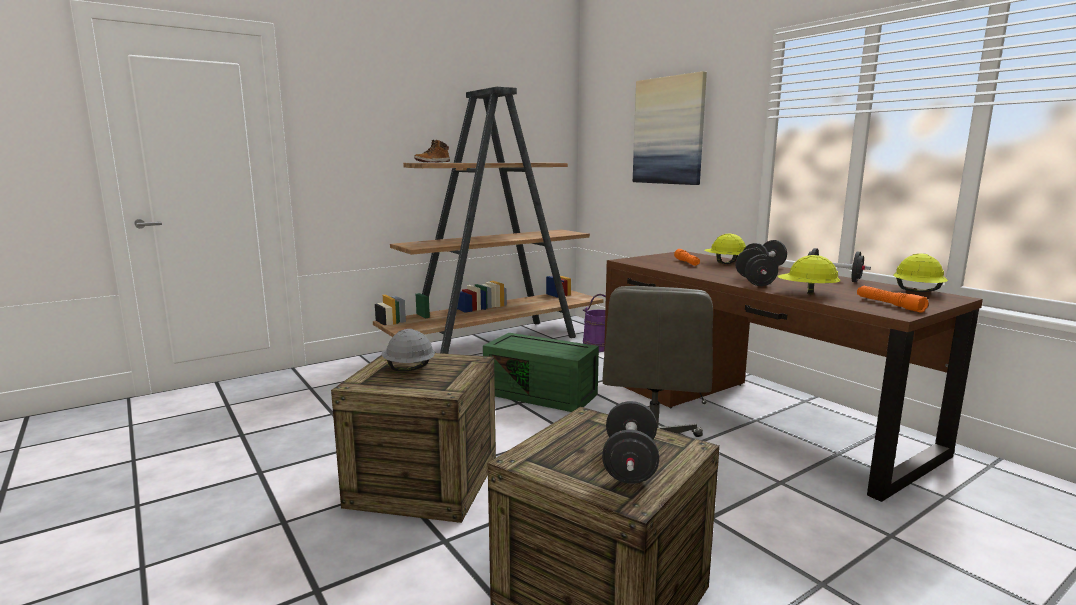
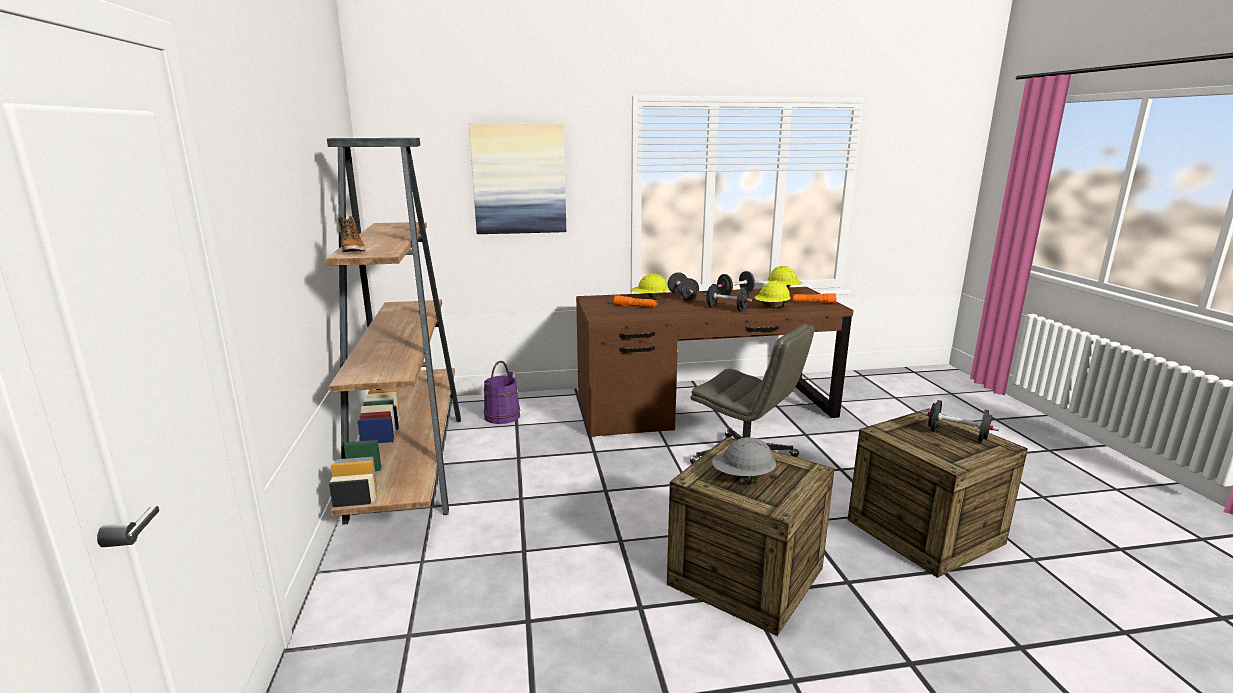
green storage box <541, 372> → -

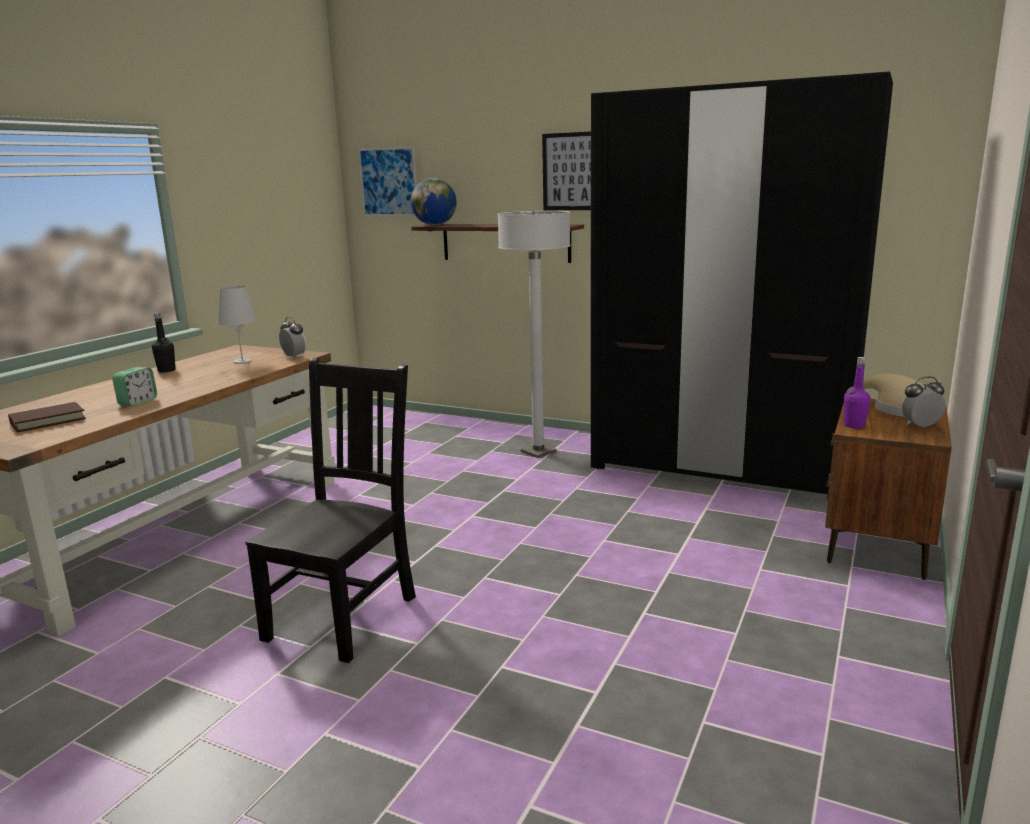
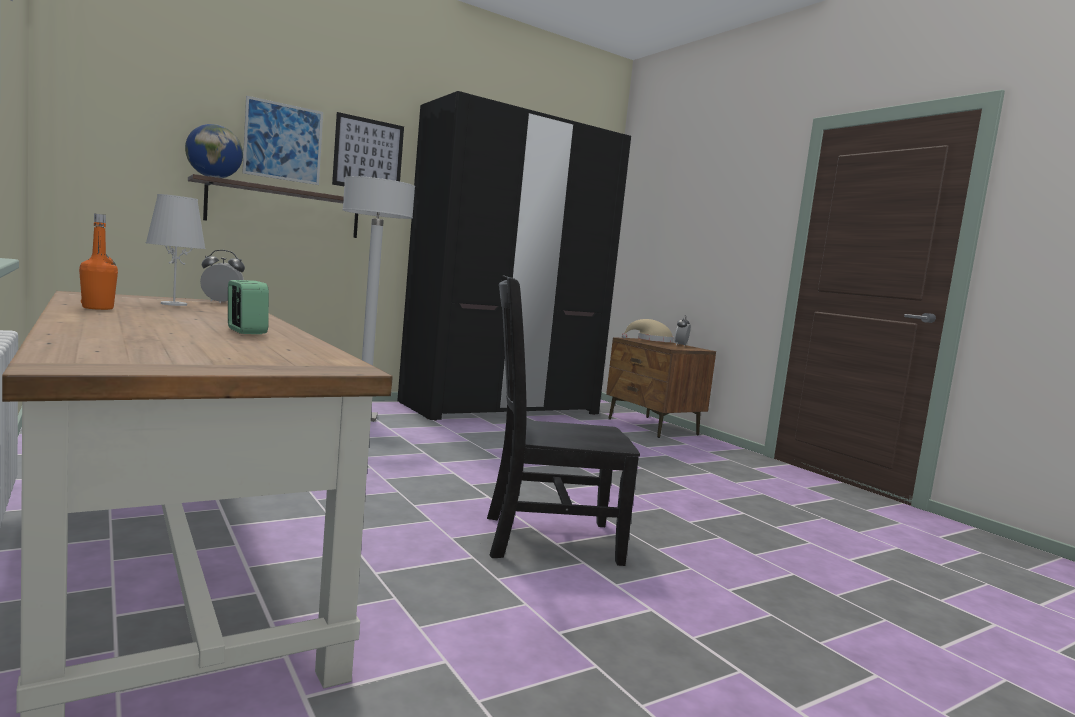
blackish drink bottle <164, 343> → orangey drink bottle <98, 262>
picture <387, 181> → picture <283, 140>, relocated
blackish upright chair <331, 510> → blackish upright chair <563, 421>, 60 degrees counterclockwise
brown book <47, 417> → -
purplish drink bottle <857, 392> → -

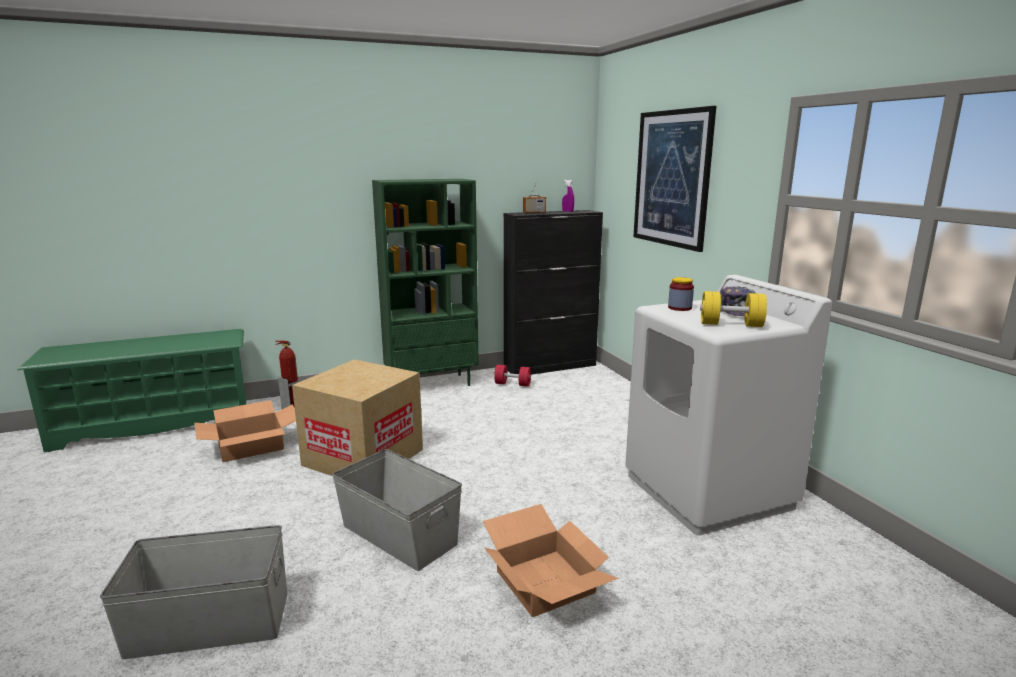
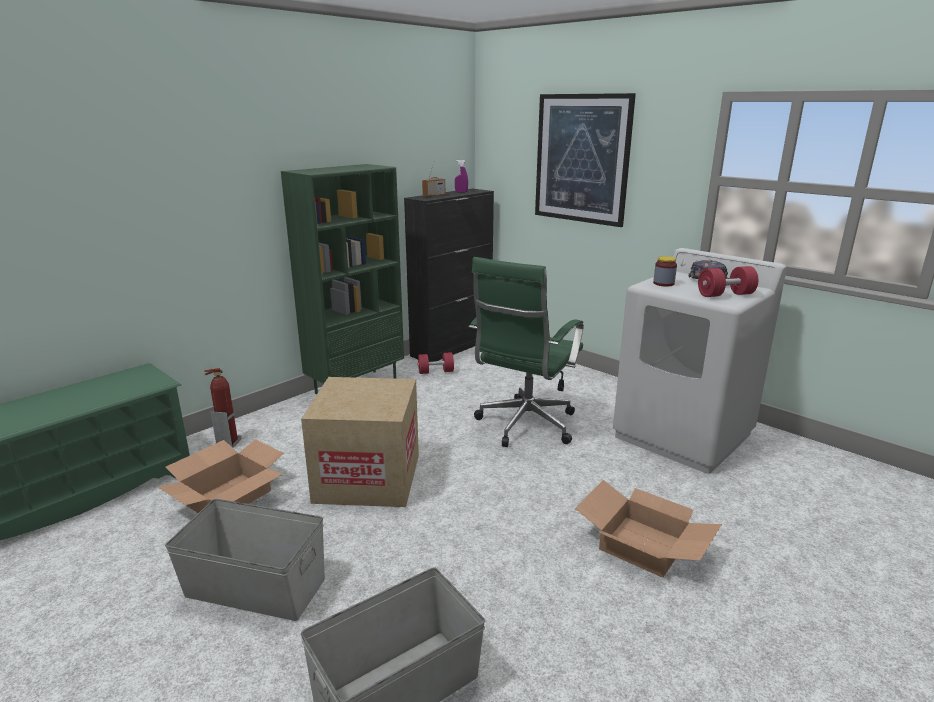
grey storage box <397, 510> → grey storage box <245, 560>, relocated
- → green computer chair <526, 352>
yellow dumbbell <733, 309> → red-coloured dumbbell <728, 281>

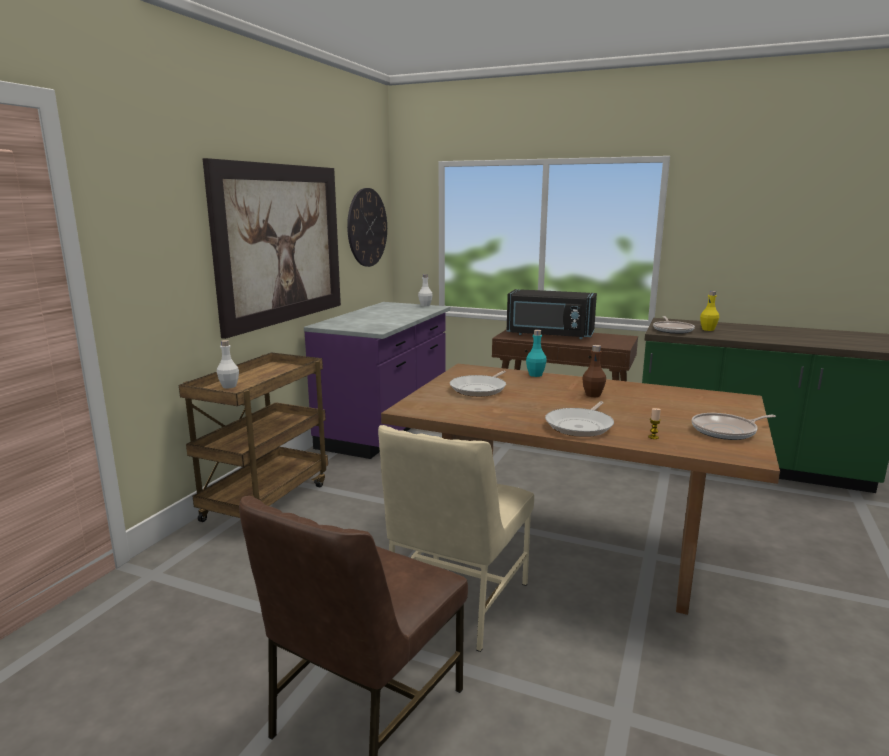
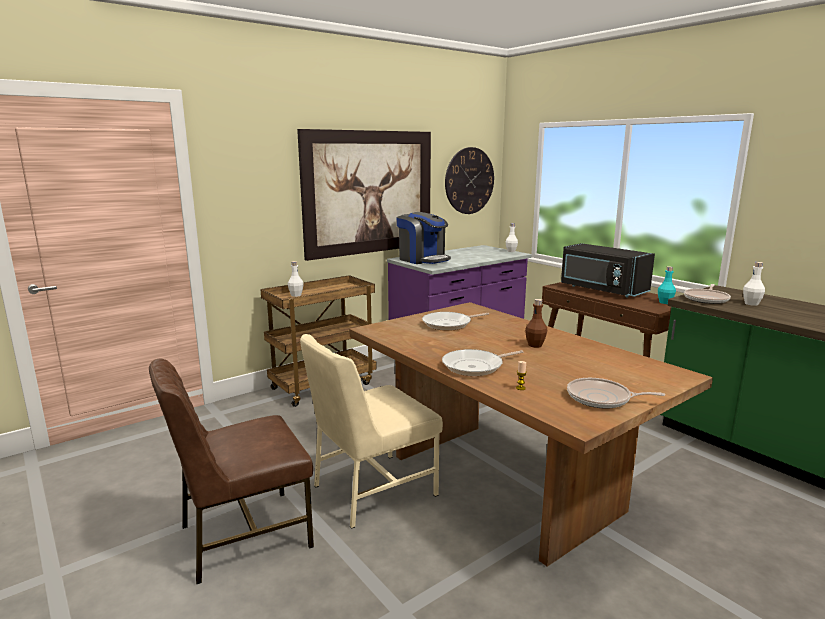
- → coffee brewer <423, 238>
blue-green drink bottle <536, 353> → blue-green drink bottle <667, 285>, relocated
yellow drink bottle <709, 311> → white drink bottle <754, 284>

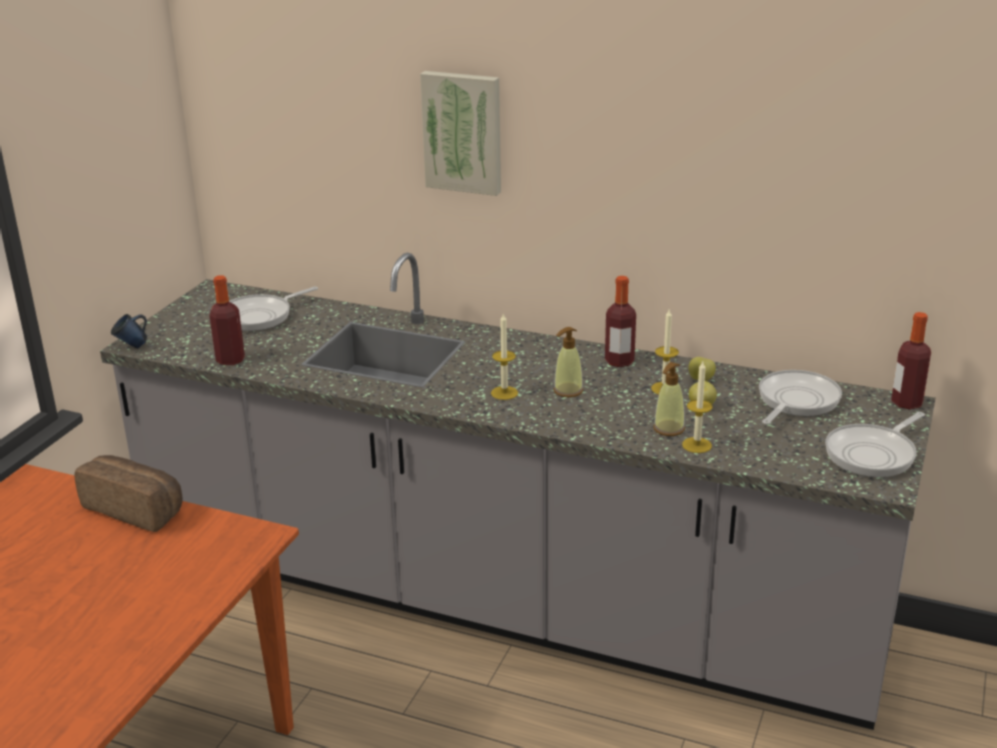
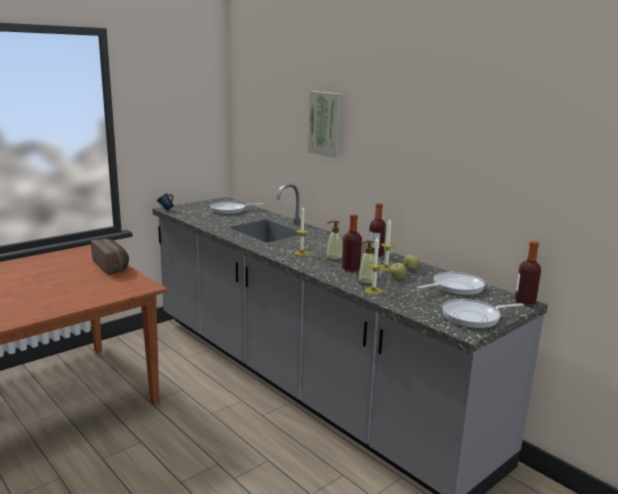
drink bottle <227, 320> → drink bottle <352, 243>, relocated

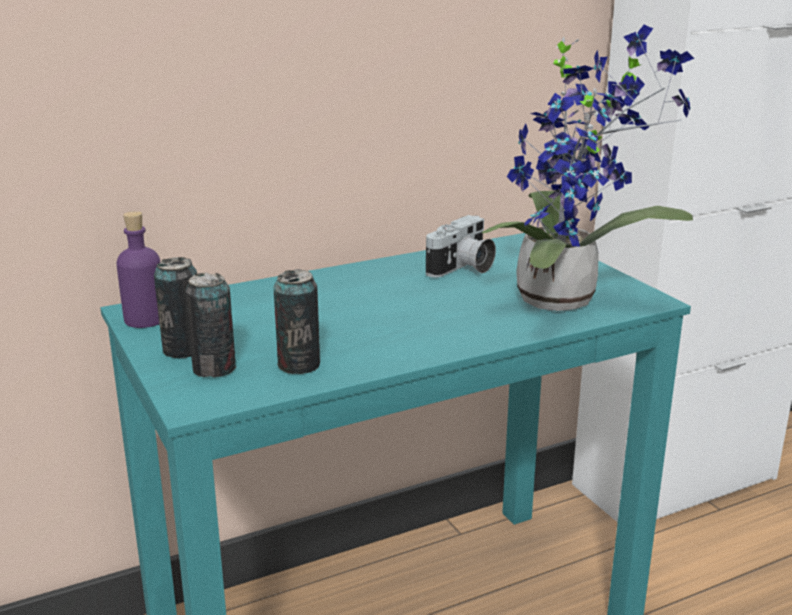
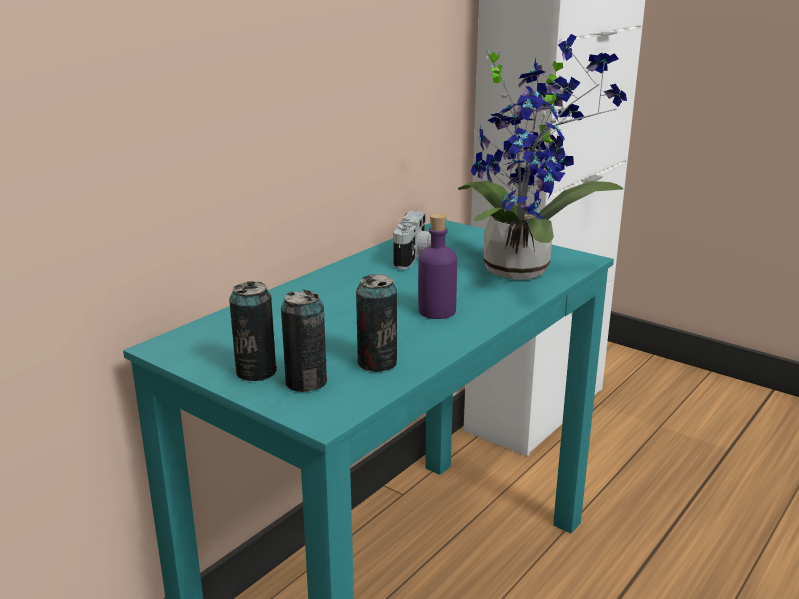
purplish drink bottle <138, 269> → purplish drink bottle <437, 266>, relocated

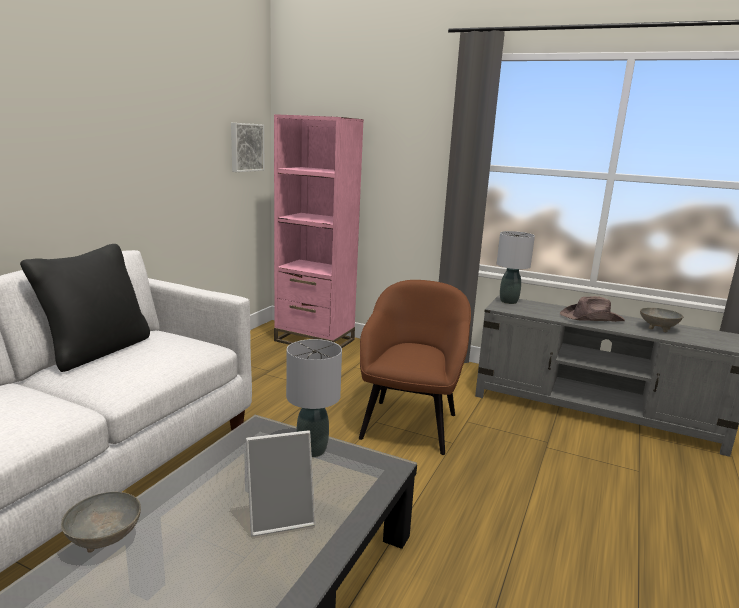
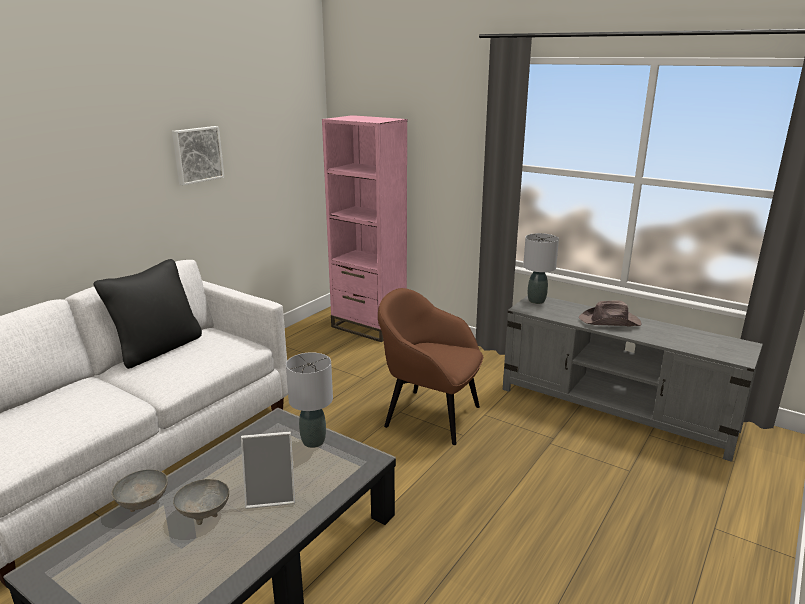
picture <247, 147> → picture <198, 155>, relocated
grey bowl <662, 320> → grey bowl <201, 502>, relocated
brown easy chair <415, 367> → brown easy chair <430, 366>, 90 degrees counterclockwise

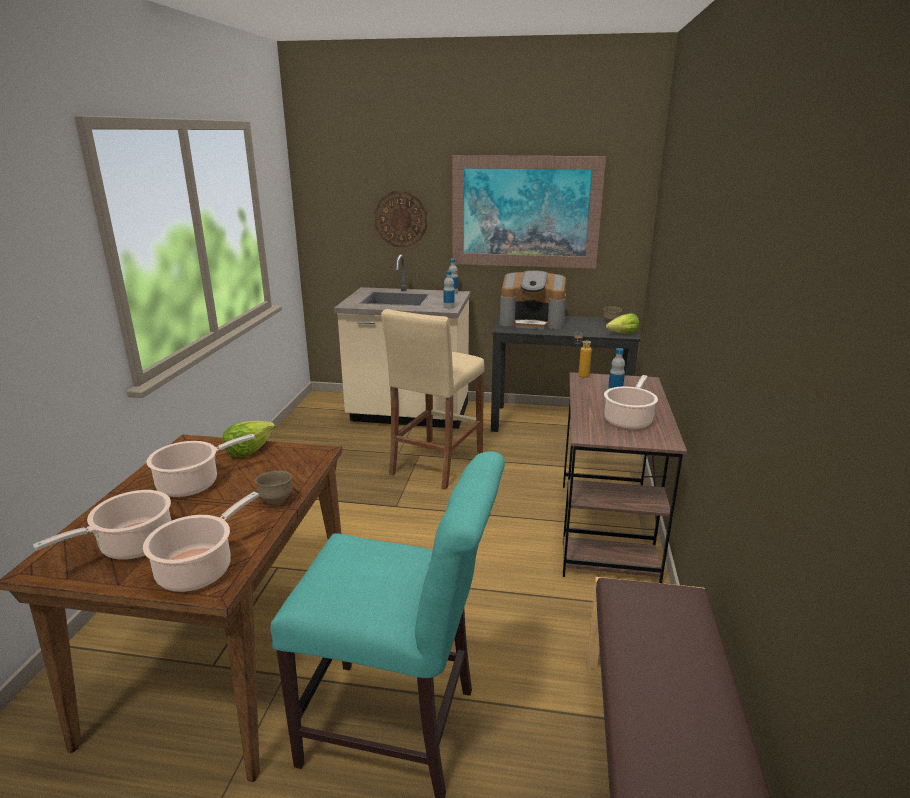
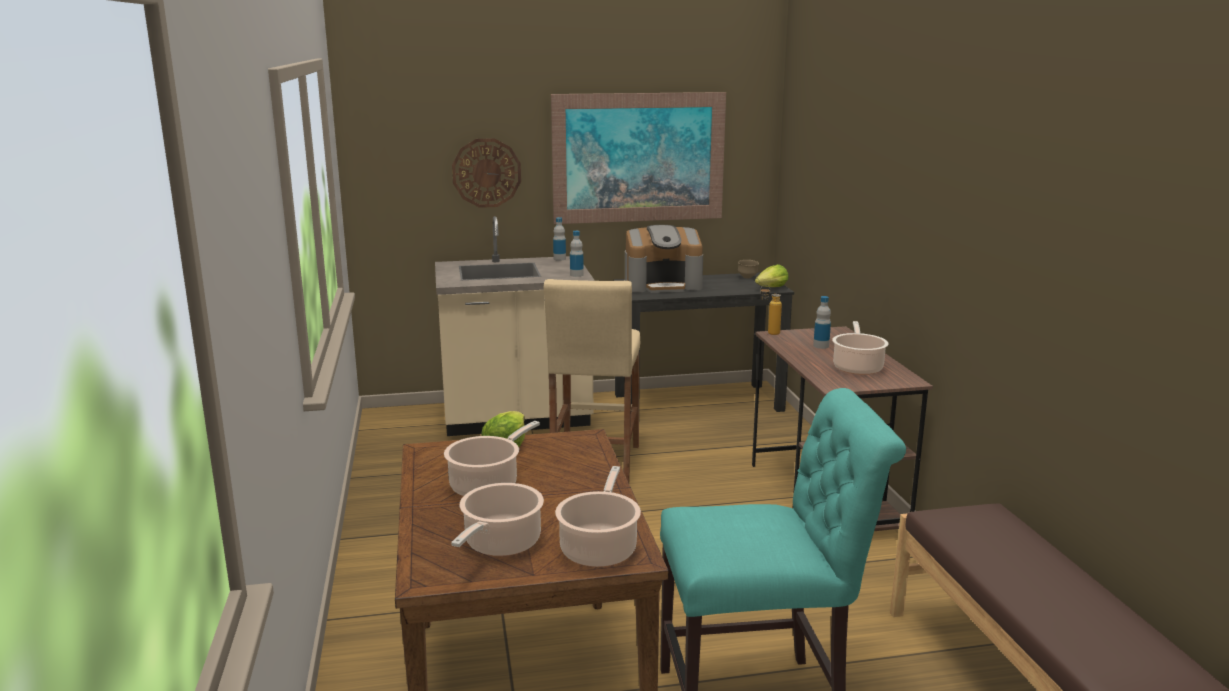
brown bowl <273, 487> → -

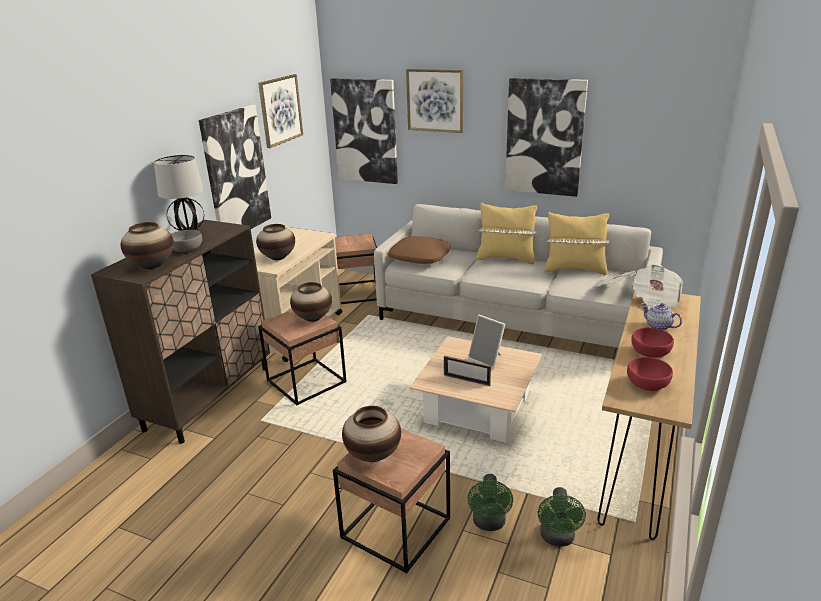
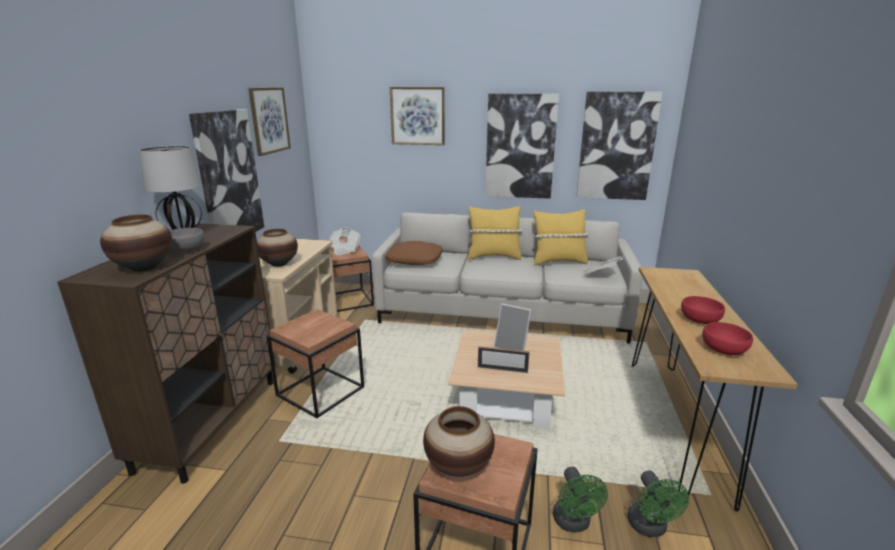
printed paper <657, 286> → printed paper <345, 241>, relocated
picture <364, 131> → picture <619, 146>, relocated
vase <311, 302> → -
pot for tea <661, 317> → -

